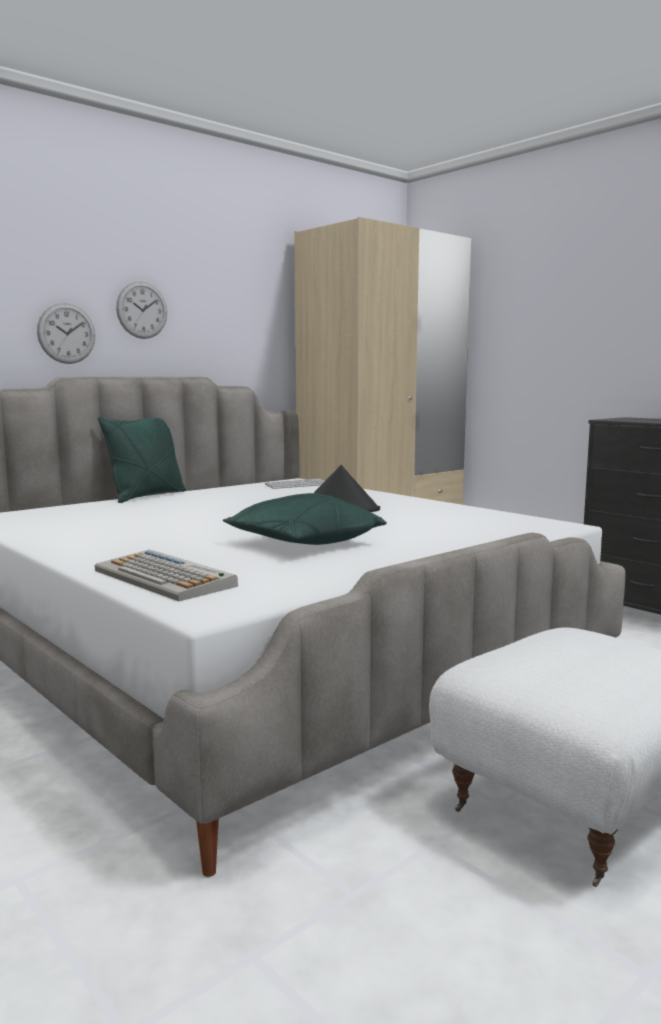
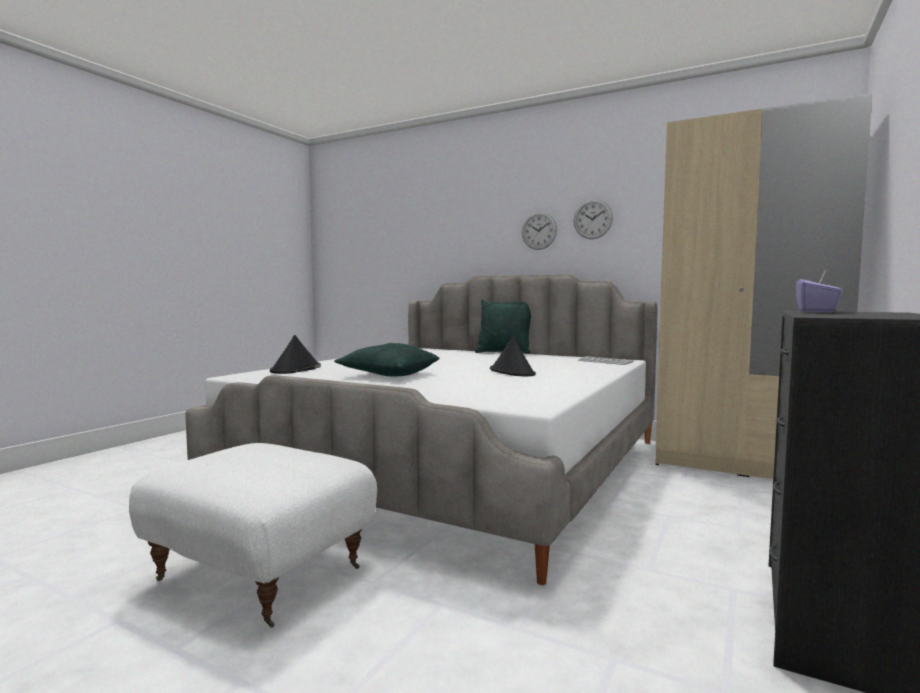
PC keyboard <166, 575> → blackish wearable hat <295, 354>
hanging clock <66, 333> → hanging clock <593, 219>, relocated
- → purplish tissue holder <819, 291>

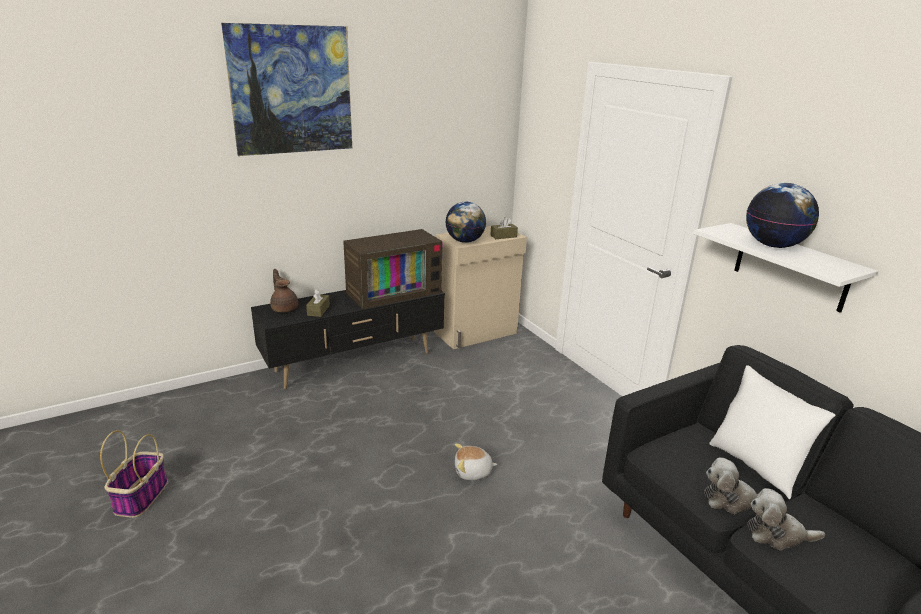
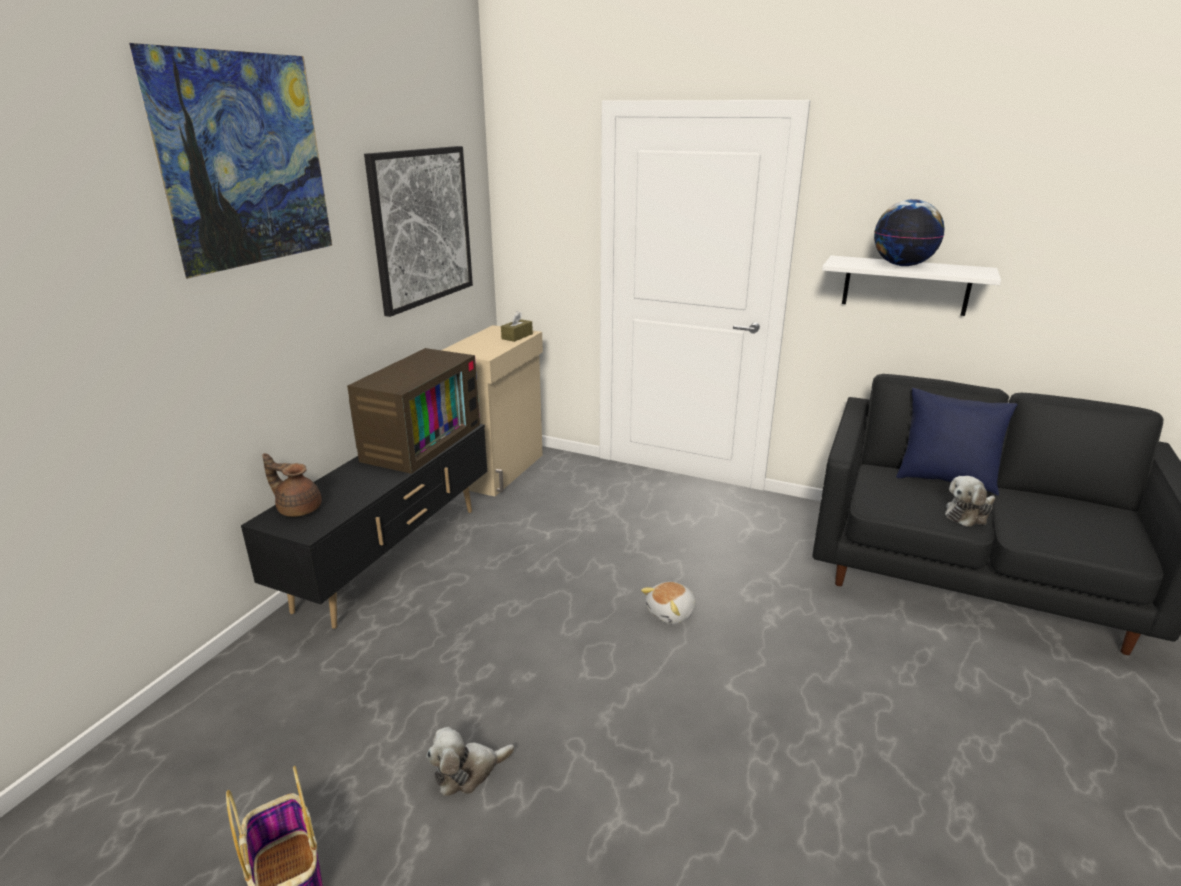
- → picture <418, 231>
cuddly toy <786, 519> → cuddly toy <470, 761>, relocated
white pillow <772, 432> → bluish pillow <957, 442>
brown tissue holder <318, 303> → -
desk globe <466, 222> → -

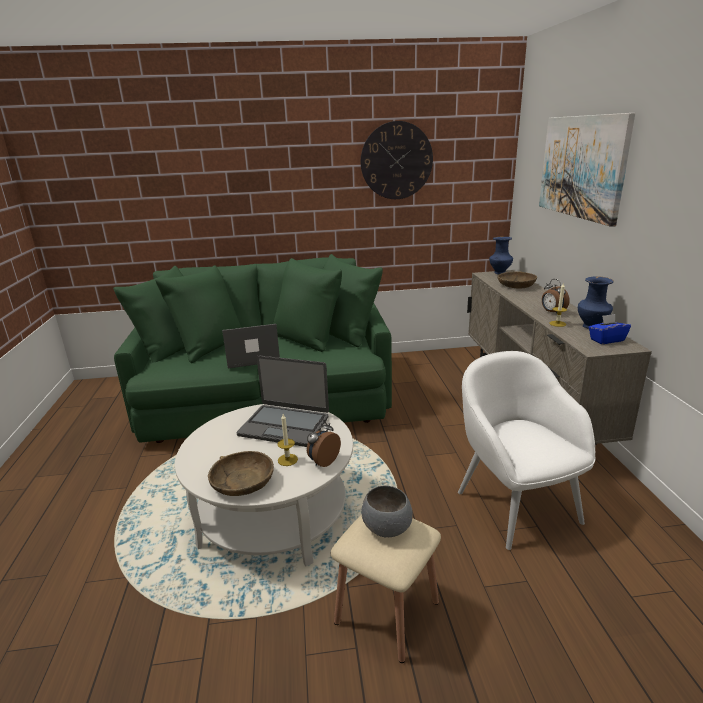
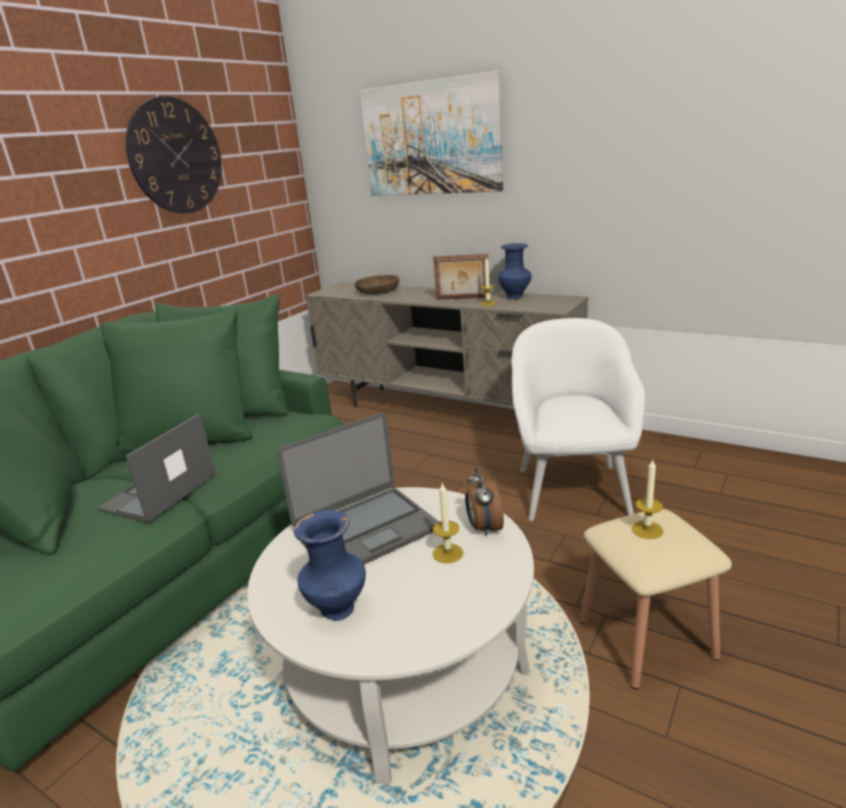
bluish vase <501, 255> → bluish vase <330, 565>, relocated
table clock <556, 296> → photo frame <460, 277>
white easy chair <526, 450> → white easy chair <578, 419>, 75 degrees clockwise
grey bowl <387, 511> → wax light <647, 499>
brown bowl <241, 473> → -
bluish tissue holder <609, 329> → -

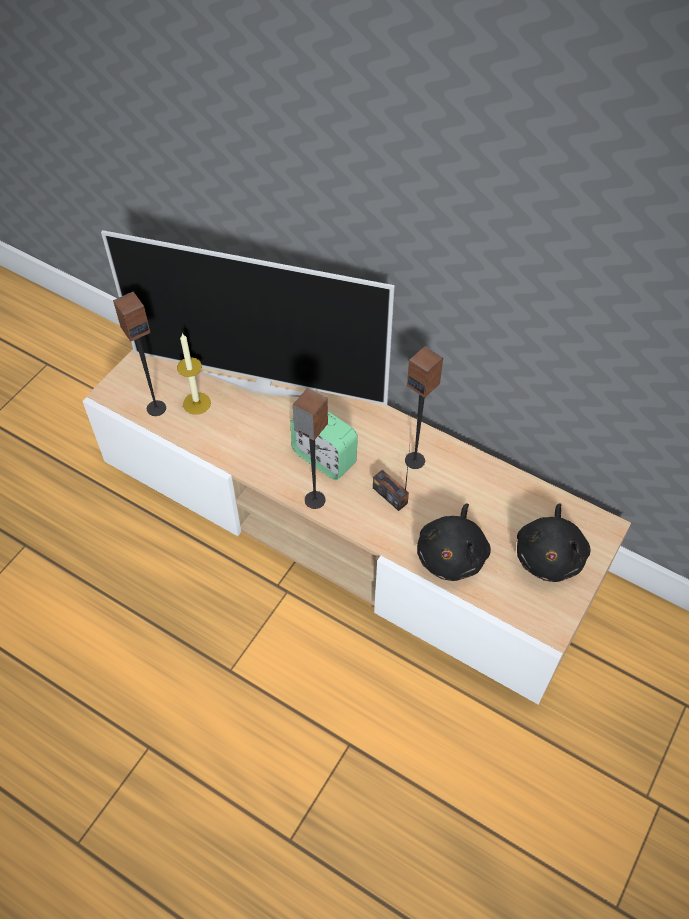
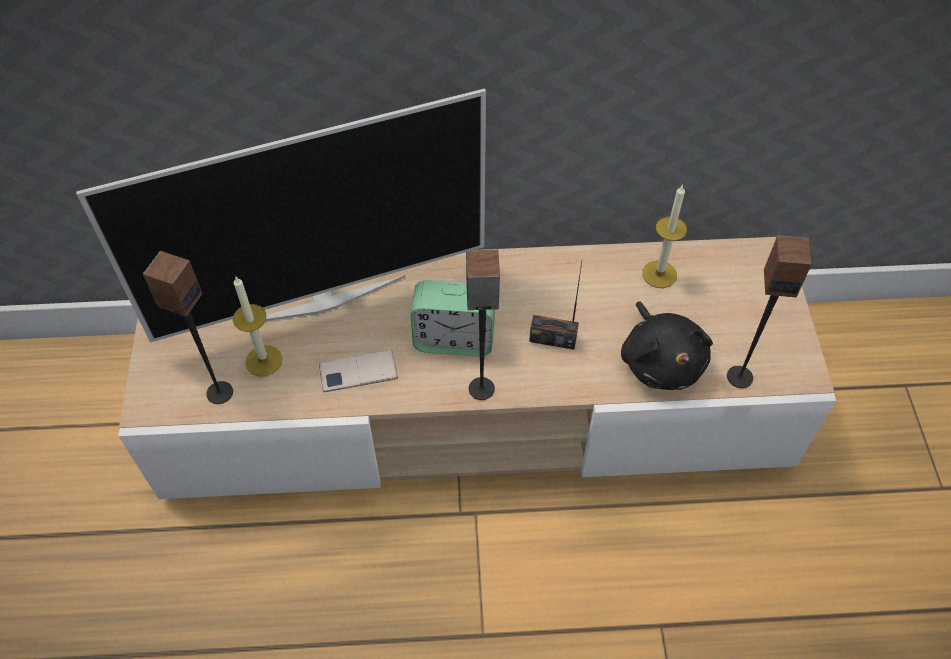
- → telephone <358, 371>
- → wax light <664, 236>
audio speaker <424, 407> → audio speaker <769, 311>, relocated
blackish cuddly toy <553, 543> → -

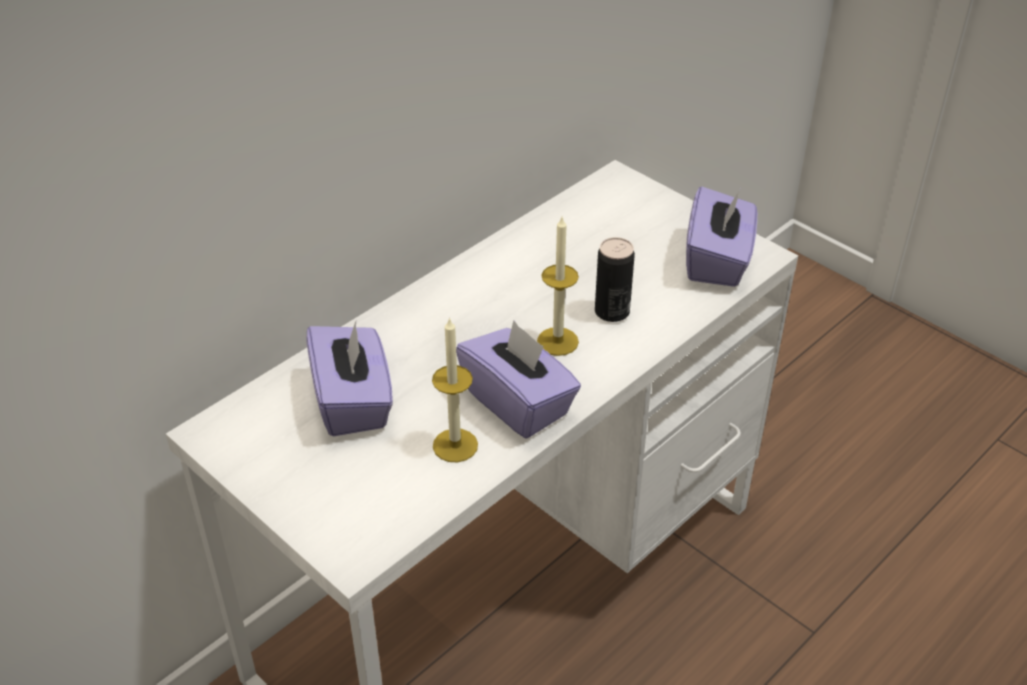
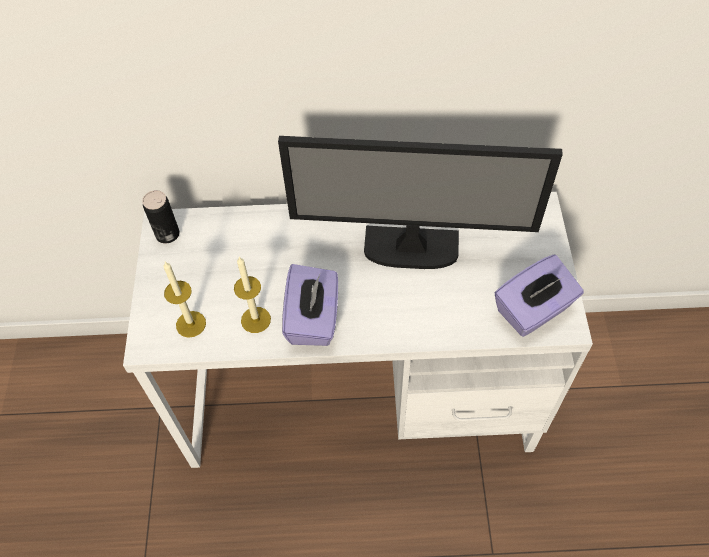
can <615, 279> → can <161, 217>, relocated
wax light <558, 286> → wax light <184, 300>, relocated
- → monitor <420, 202>
purplish tissue holder <350, 379> → -

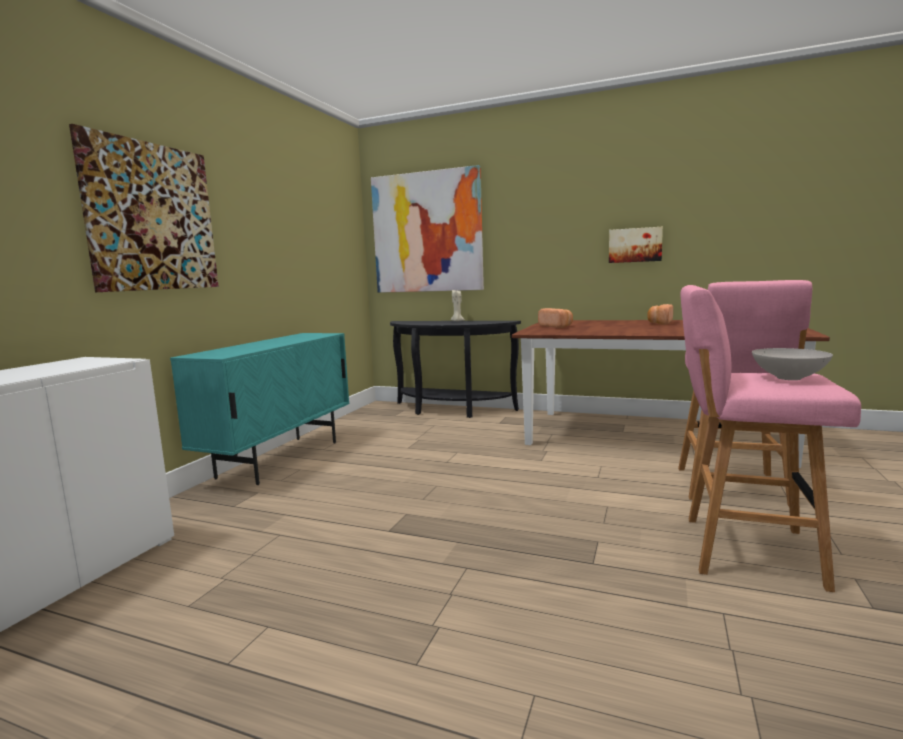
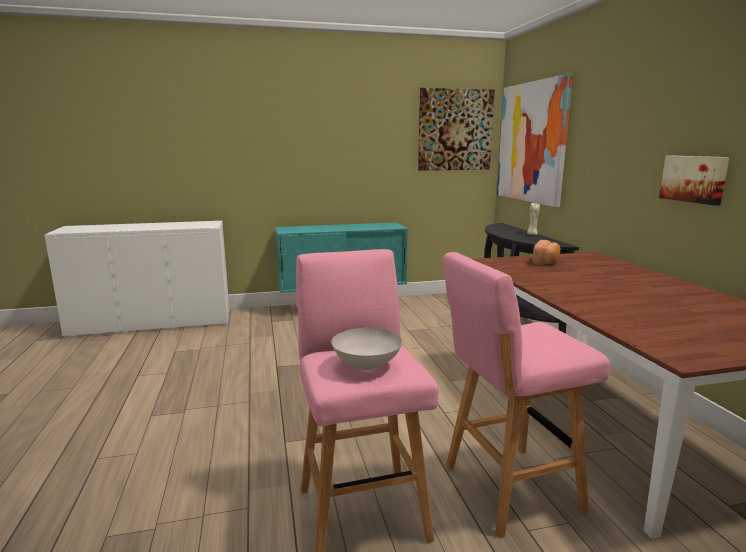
picture <144, 208> → picture <456, 129>, relocated
bakery bread <660, 314> → -

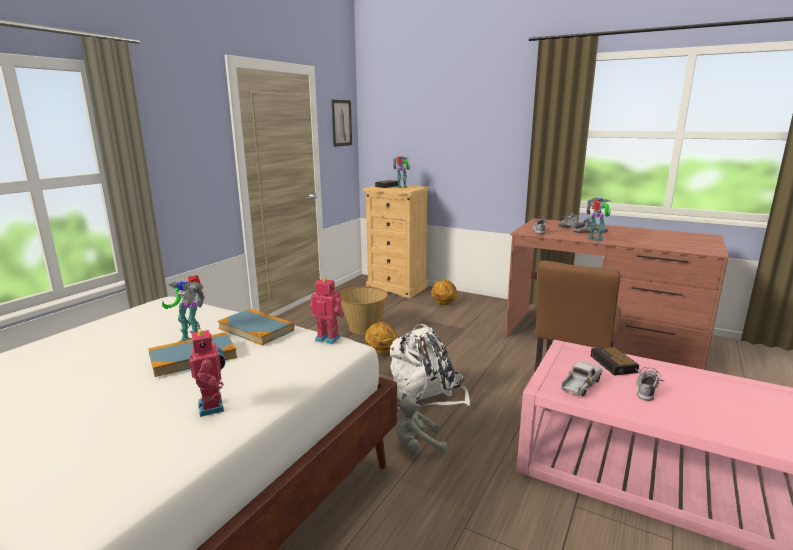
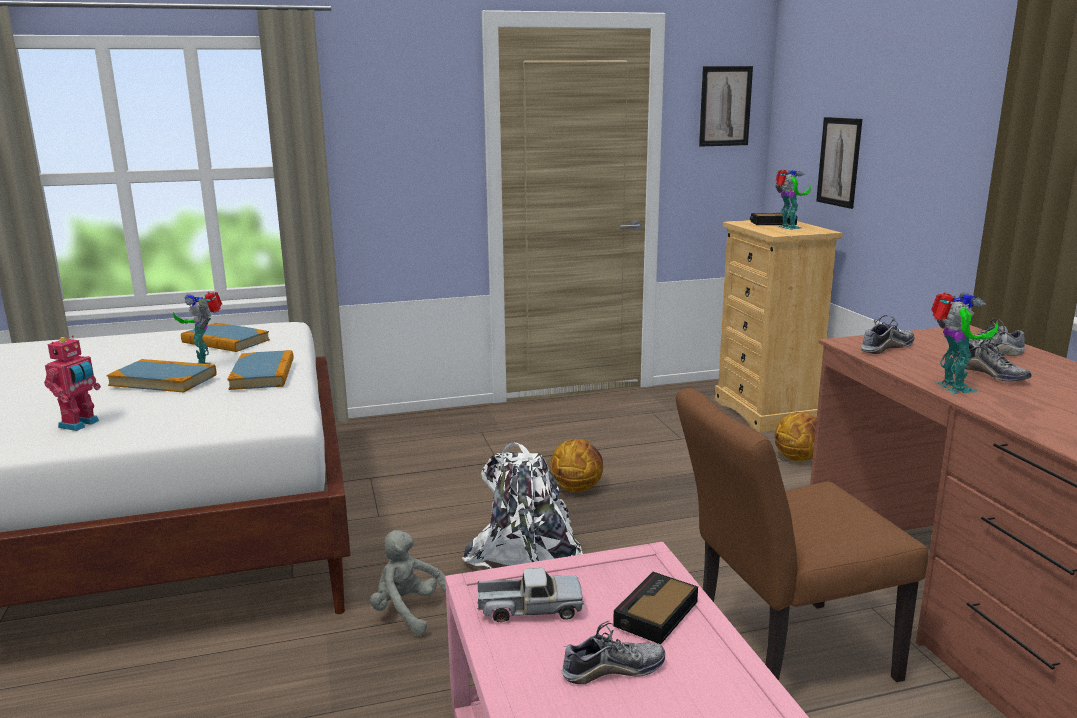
- → book <225, 337>
- → picture <839, 163>
model robot <326, 311> → -
storage basket <363, 310> → -

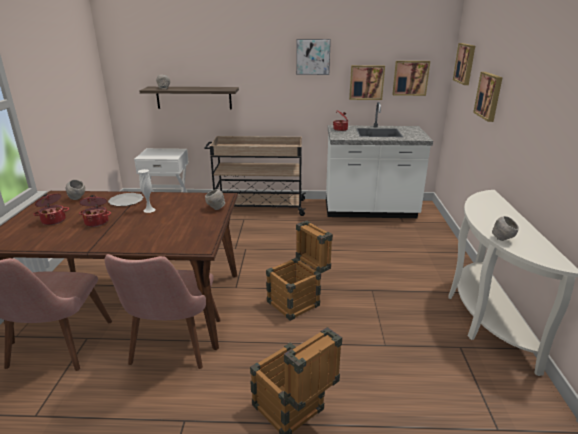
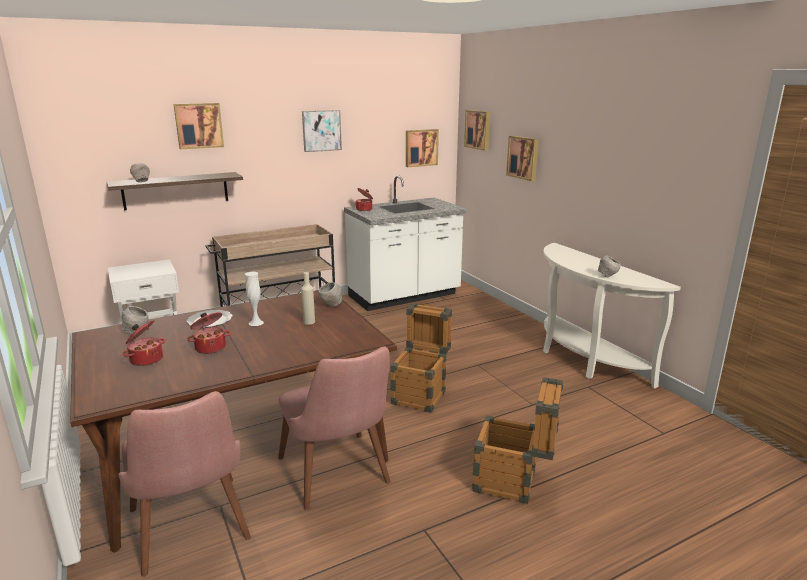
picture <367, 82> → picture <199, 126>, relocated
- → beige drink bottle <308, 298>

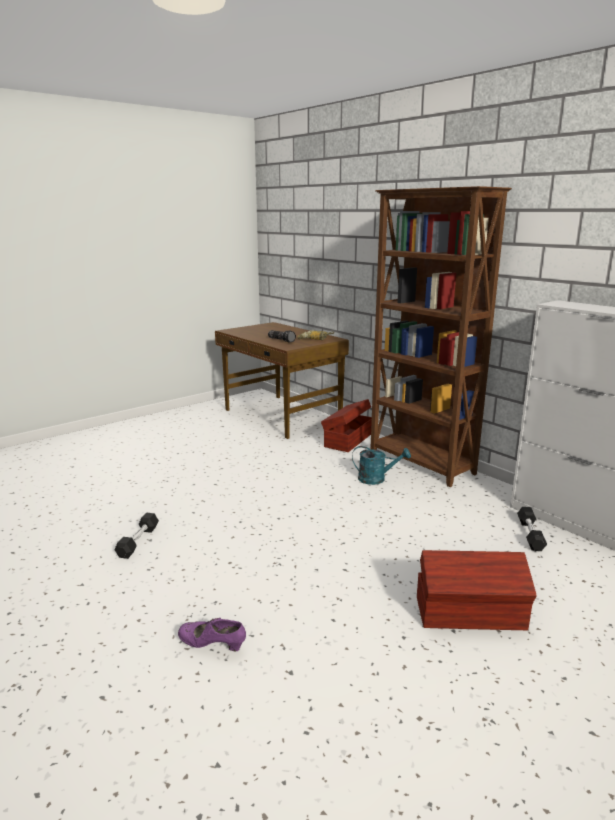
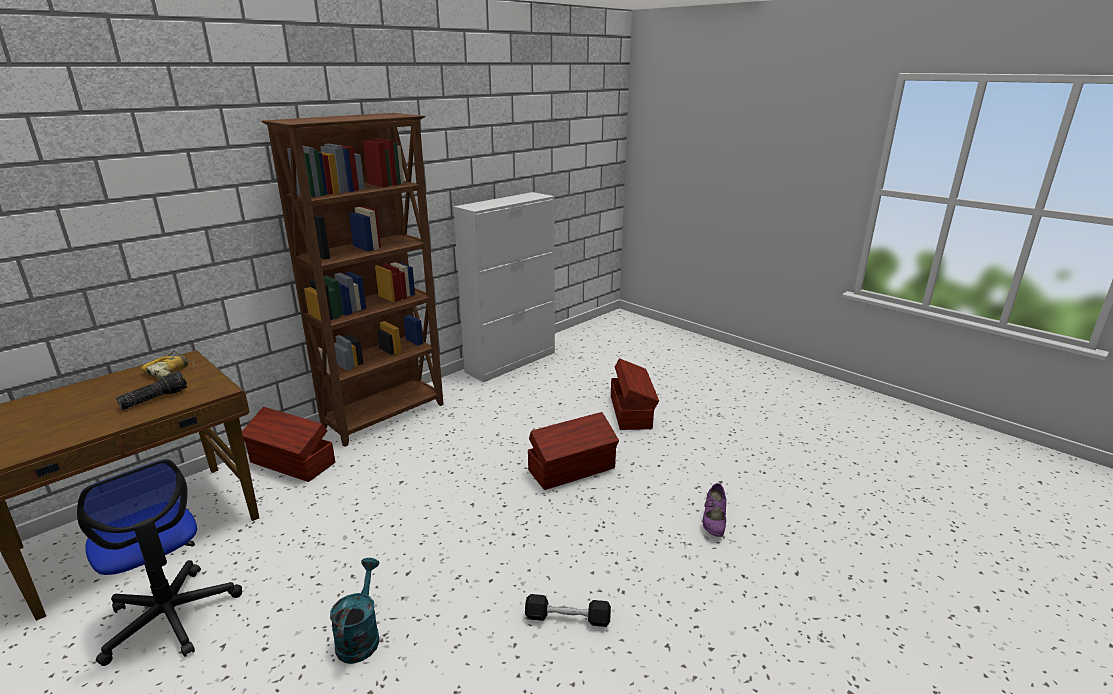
- → computer chair <159, 562>
blue-green sprinkling can <381, 465> → blue-green sprinkling can <355, 611>, relocated
- → brown storage box <573, 451>
blackish dumbbell <532, 529> → -

